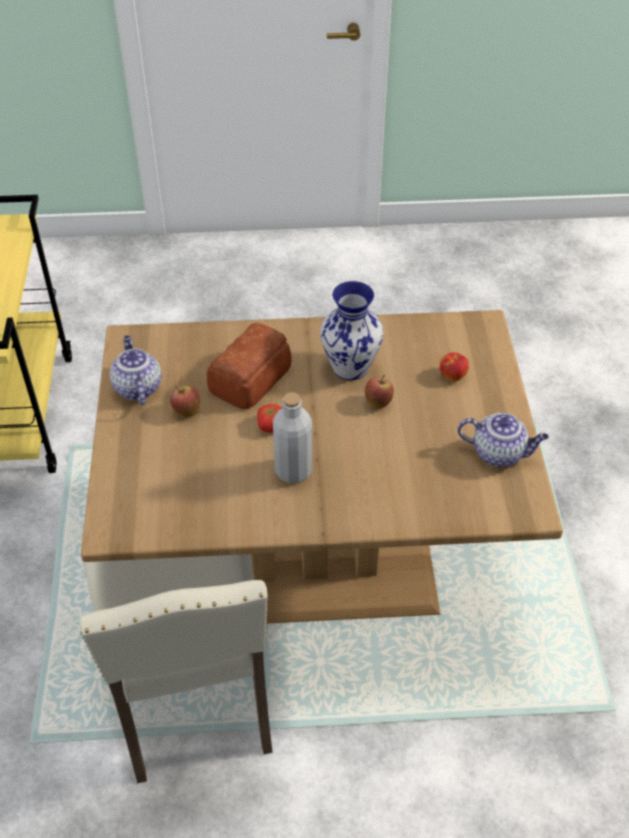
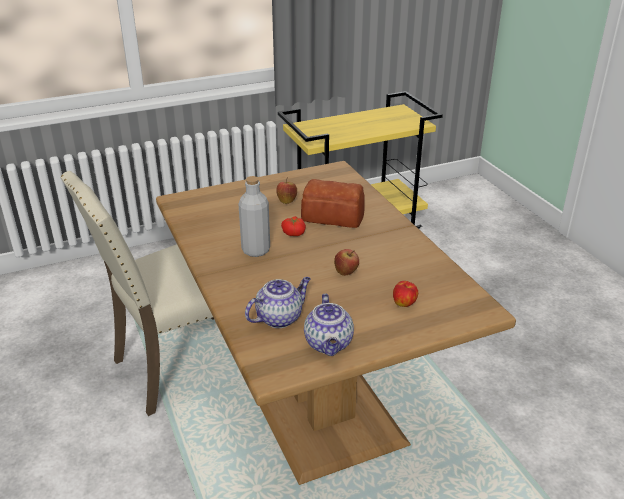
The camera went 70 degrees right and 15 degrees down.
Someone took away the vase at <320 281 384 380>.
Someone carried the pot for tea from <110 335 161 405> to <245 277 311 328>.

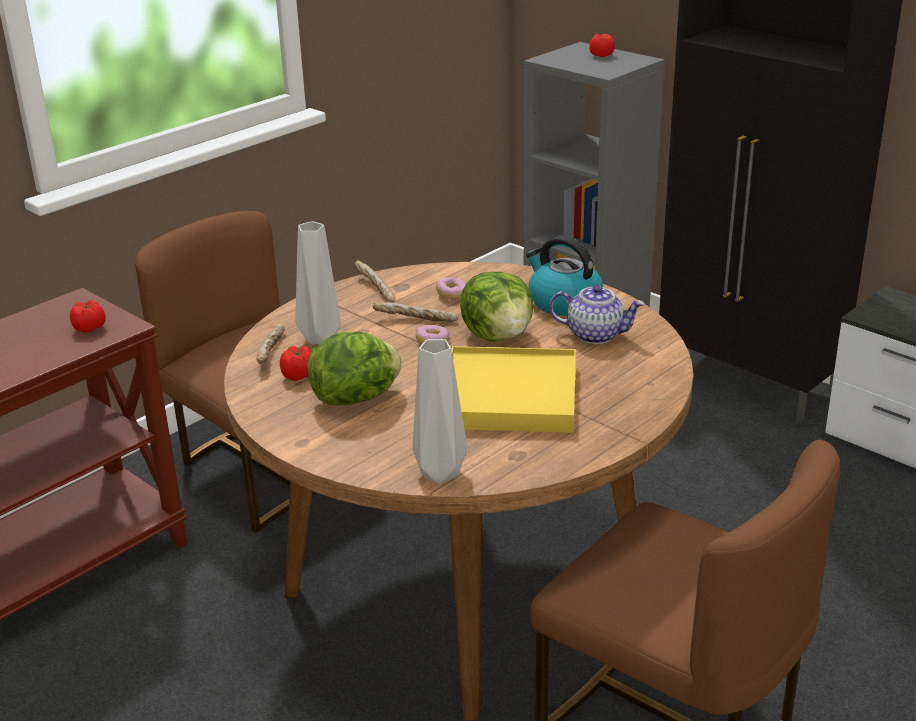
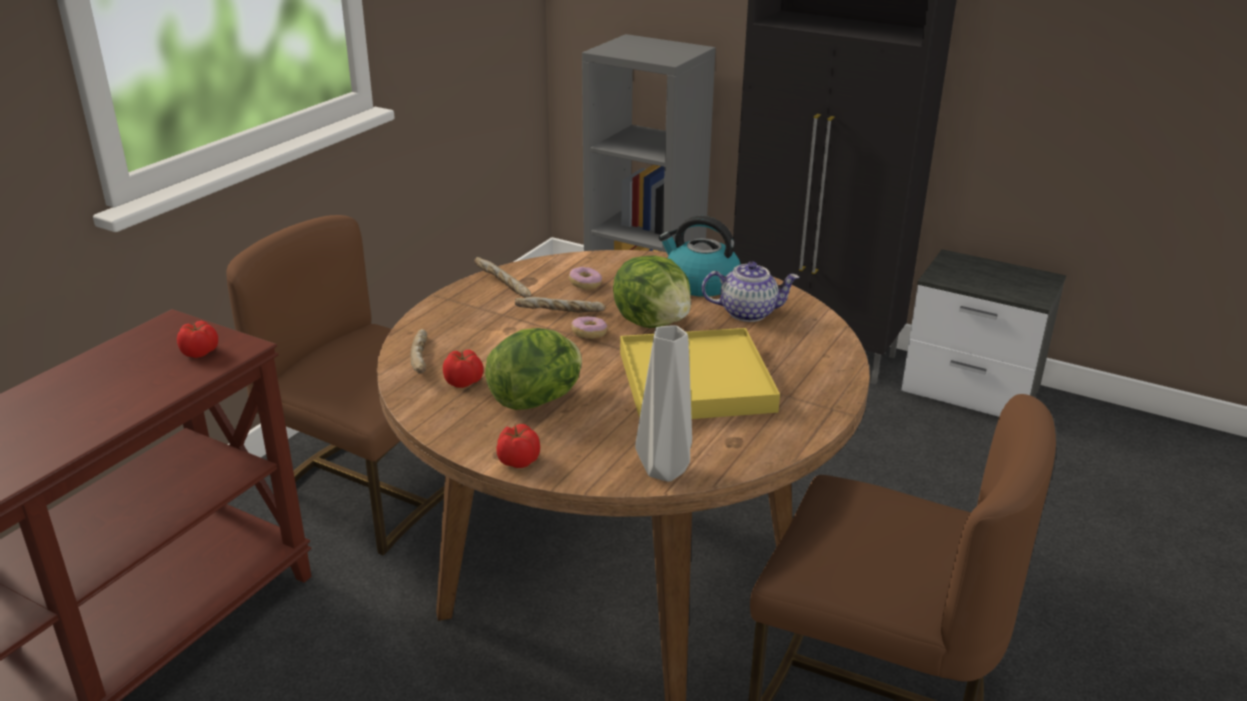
The camera went 15 degrees left and 0 degrees up.
Someone took away the gray vase at <295 221 341 344>.
Someone carried the fresh tomato from <589 34 615 57> to <497 424 540 468>.

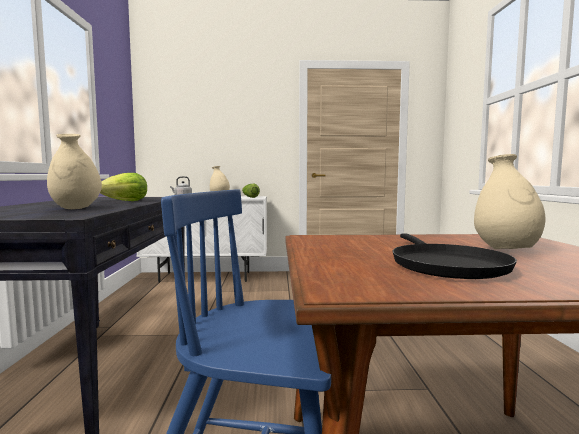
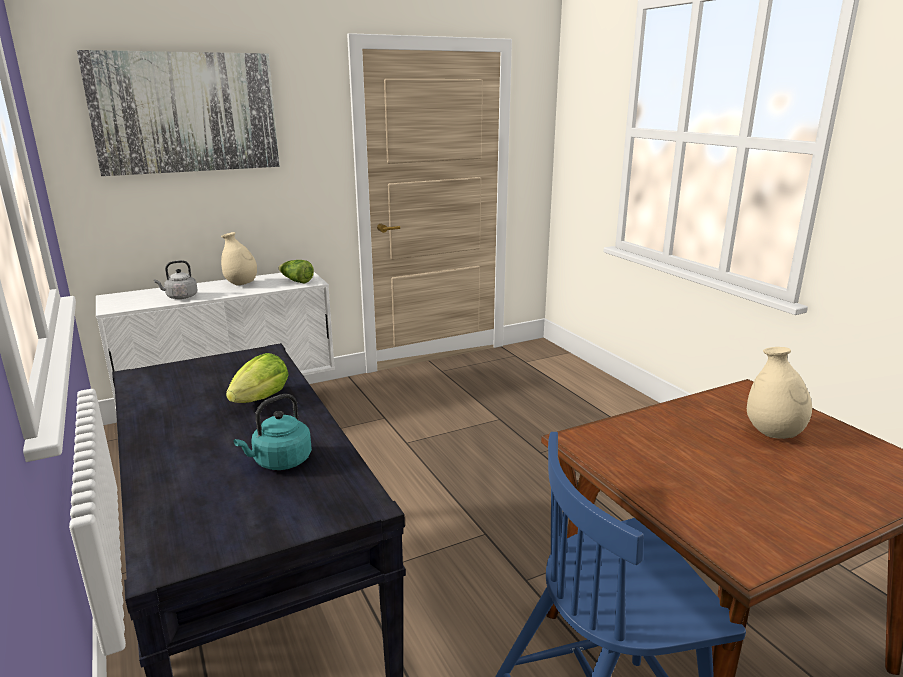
The camera went 25 degrees left and 15 degrees up.
Someone took away the black pan at <393 233 517 279>.
Someone put up the picture at <77 50 280 176>.
Someone swapped the sand-coloured vase at <47 134 102 209> for the turquoise kettle at <234 394 312 470>.

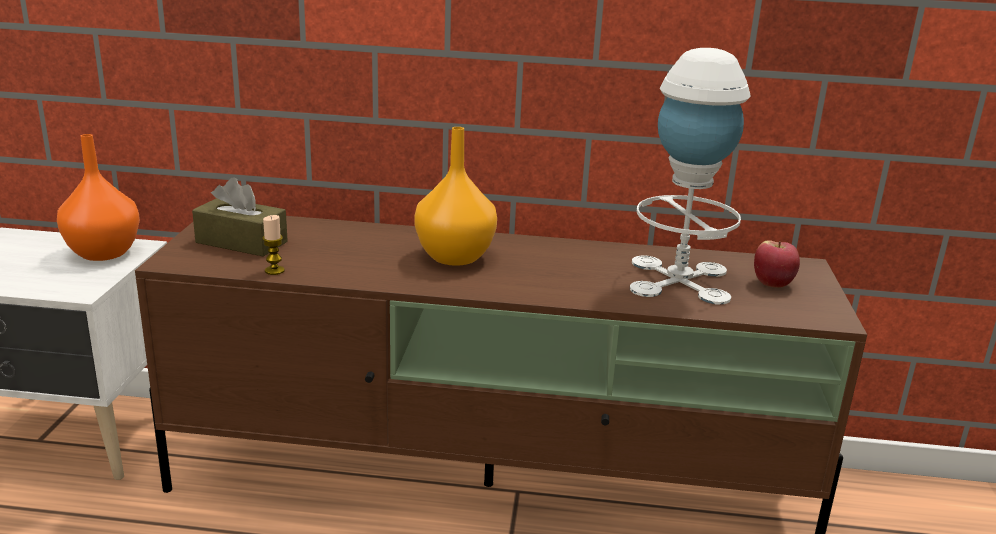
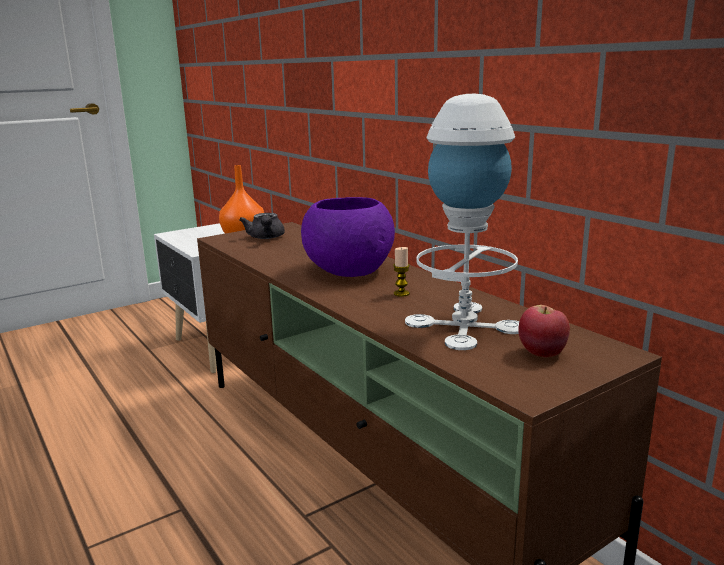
The camera went 50 degrees right and 5 degrees down.
Someone carried the candle from <262 215 285 275> to <393 247 410 297>.
Someone swapped the brownish tissue holder at <192 177 288 257> for the gray pot for tea at <239 213 285 239>.
Someone swapped the orange-coloured vase at <414 127 497 266> for the purple-coloured bowl at <301 197 395 277>.

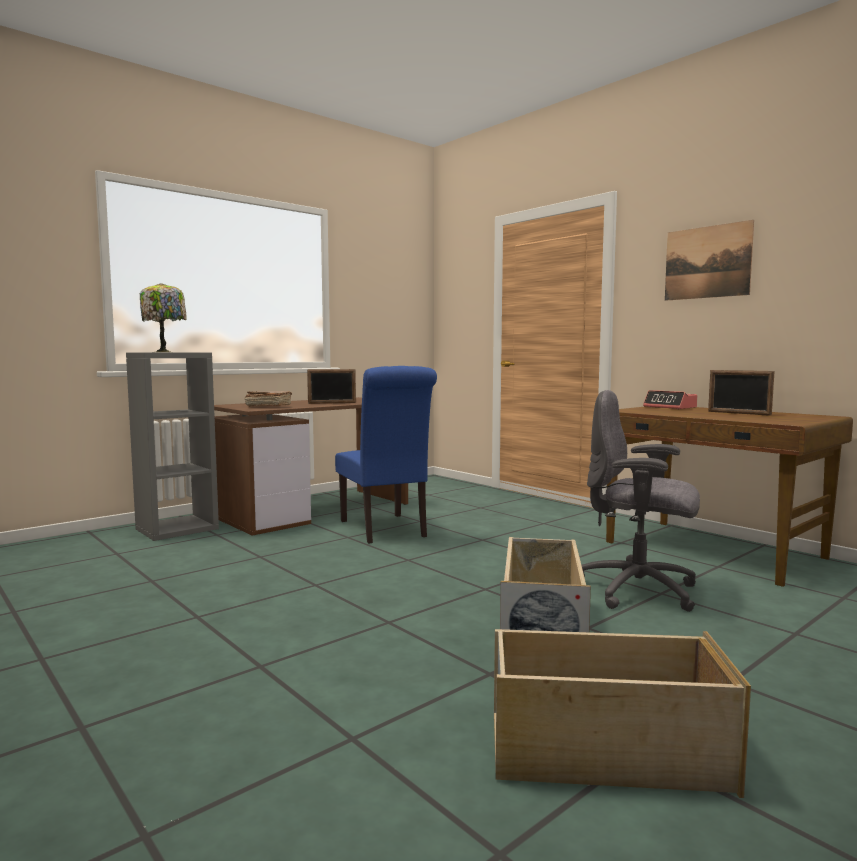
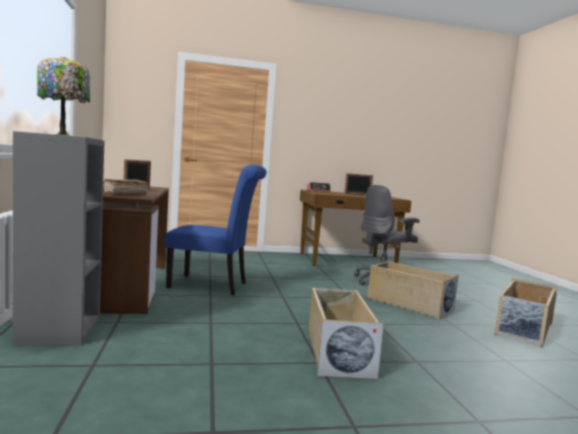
The camera went 60 degrees left and 0 degrees up.
Someone took away the picture at <665 220 754 301>.
Someone put down the sand-coloured storage box at <309 287 384 379>.

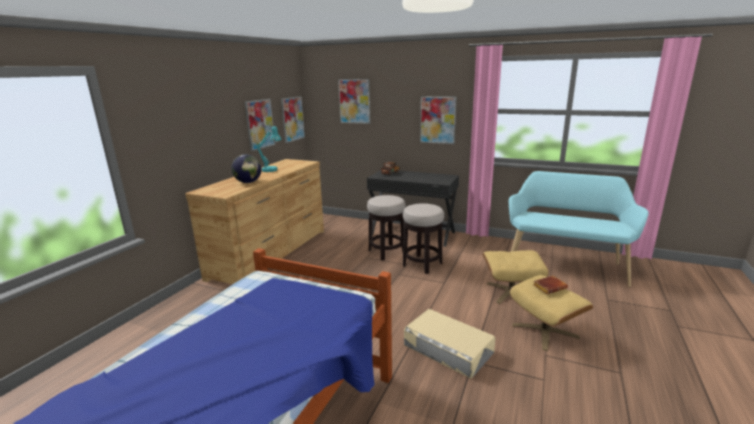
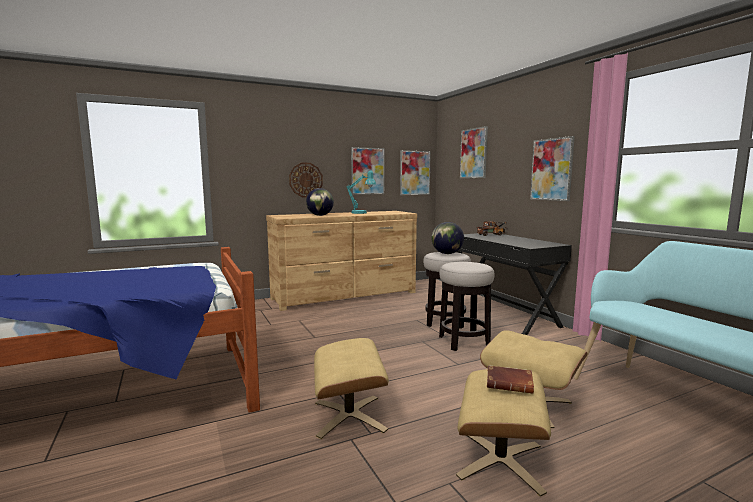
The camera went 40 degrees right and 10 degrees down.
Someone put up the clock on the wall at <289 163 323 198>.
Someone put down the globe at <431 222 464 254>.
Someone swapped the sand-coloured storage box at <404 309 495 379> for the sand-coloured ottoman at <314 338 389 439>.

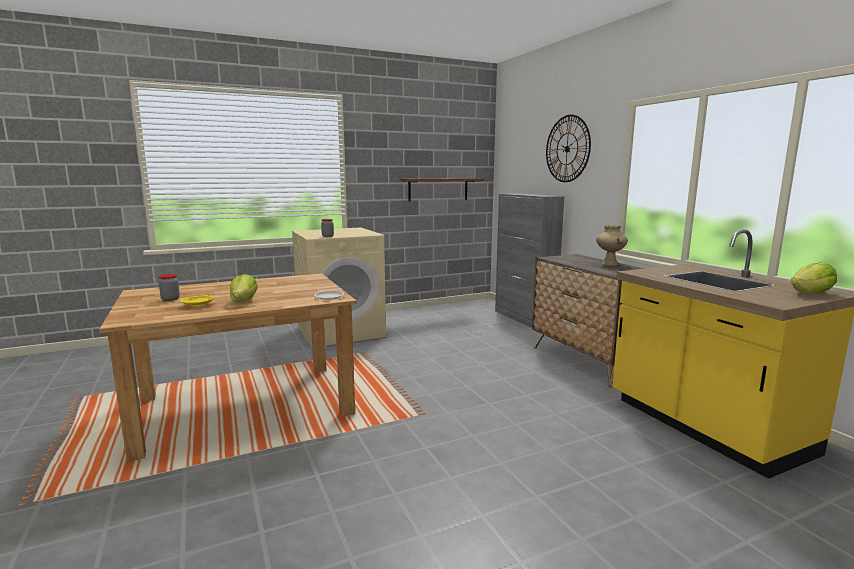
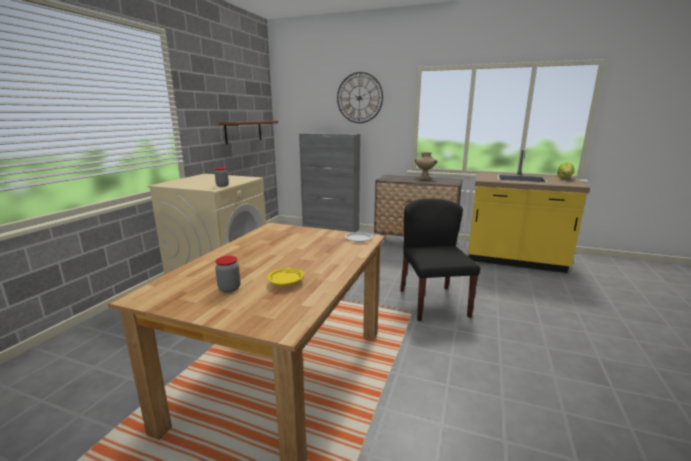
The camera went 45 degrees left and 5 degrees up.
Someone took away the lettuce head at <230 274 258 303>.
Someone put down the black upright chair at <400 199 480 321>.

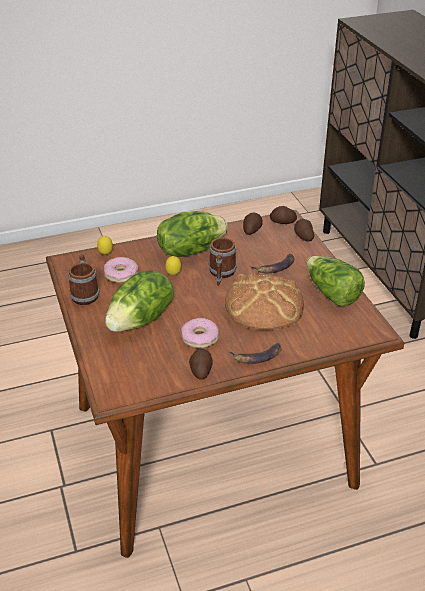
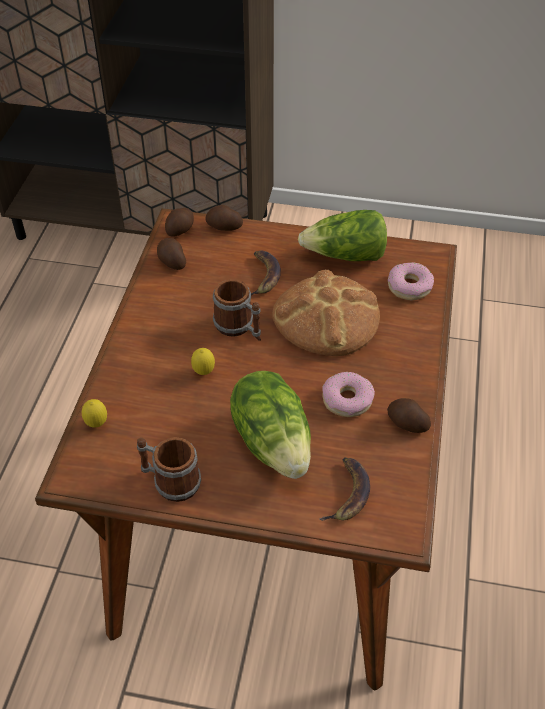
The camera went 60 degrees left and 10 degrees up.
Someone took away the lettuce head at <157 211 228 257>.
Someone carried the ring doughnut from <104 257 138 283> to <388 262 434 300>.
Someone carried the banana from <229 343 282 364> to <319 457 370 521>.

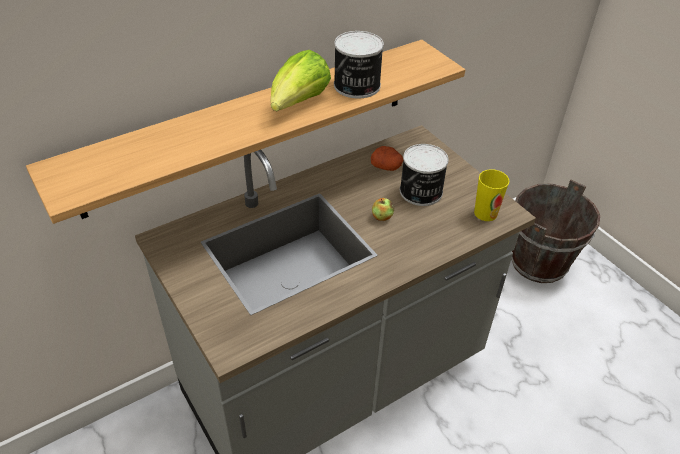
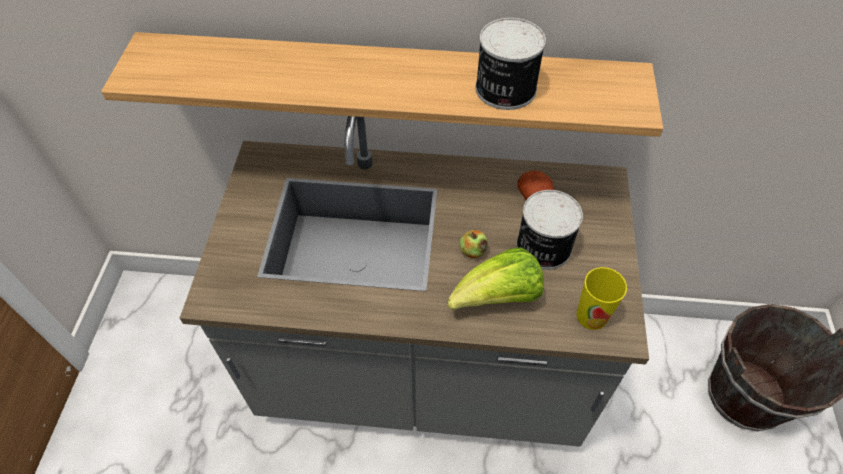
The camera went 40 degrees right and 10 degrees up.
Someone carried the lettuce head from <271 50 331 111> to <448 247 544 310>.

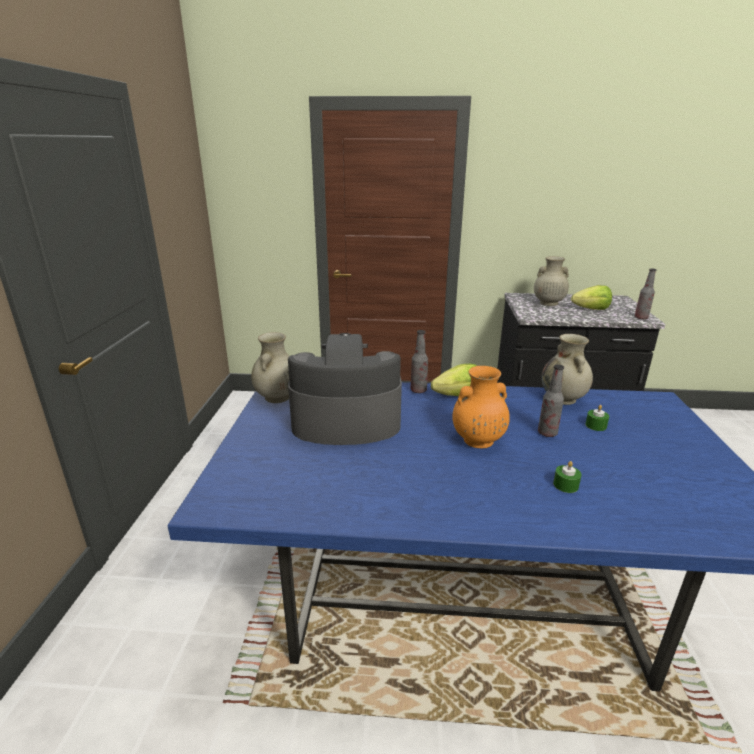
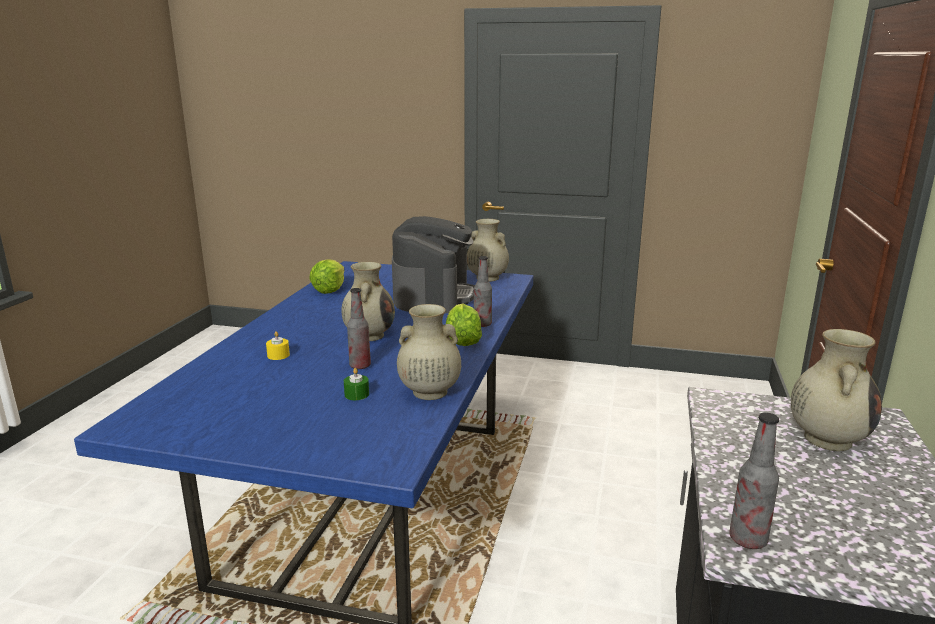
The camera went 100 degrees right and 5 degrees down.
Someone carried the lettuce head from <571 285 612 310> to <309 260 344 294>.
Someone repainted the orange-coloured vase at <453 366 510 448>, which became the sand-coloured vase at <341 262 395 341>.
Someone repainted the green candle at <553 461 581 493>, which became the yellow-coloured candle at <266 331 290 360>.

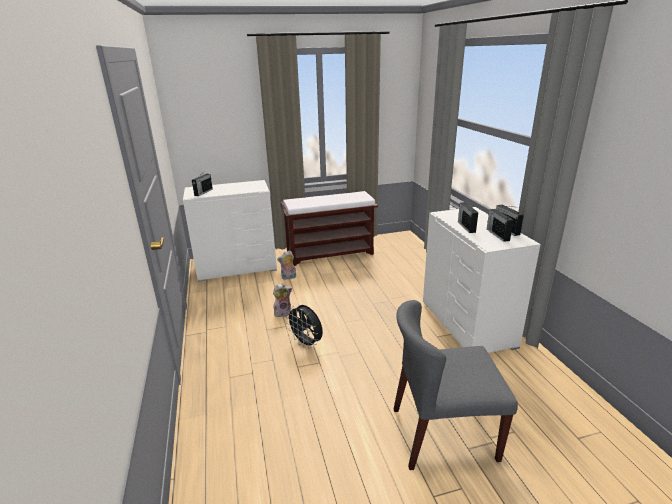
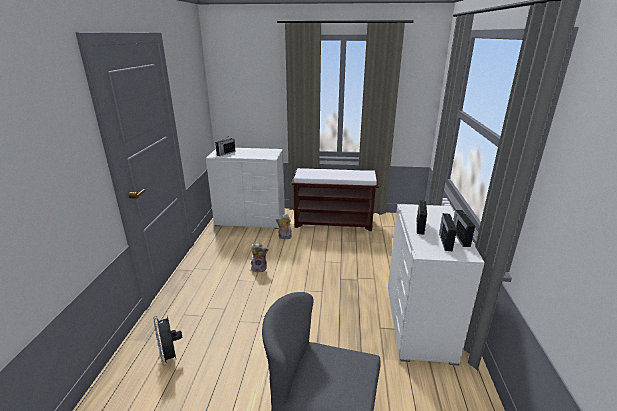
The camera went 20 degrees right and 0 degrees up.
Someone carried the black fan from <286 305 323 349> to <154 316 183 366>.

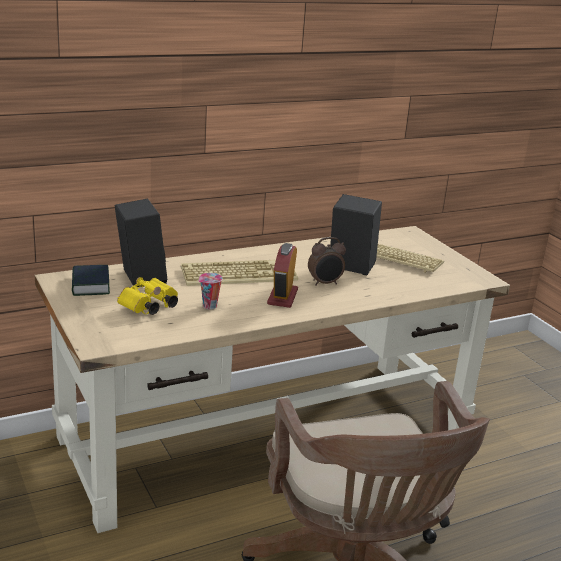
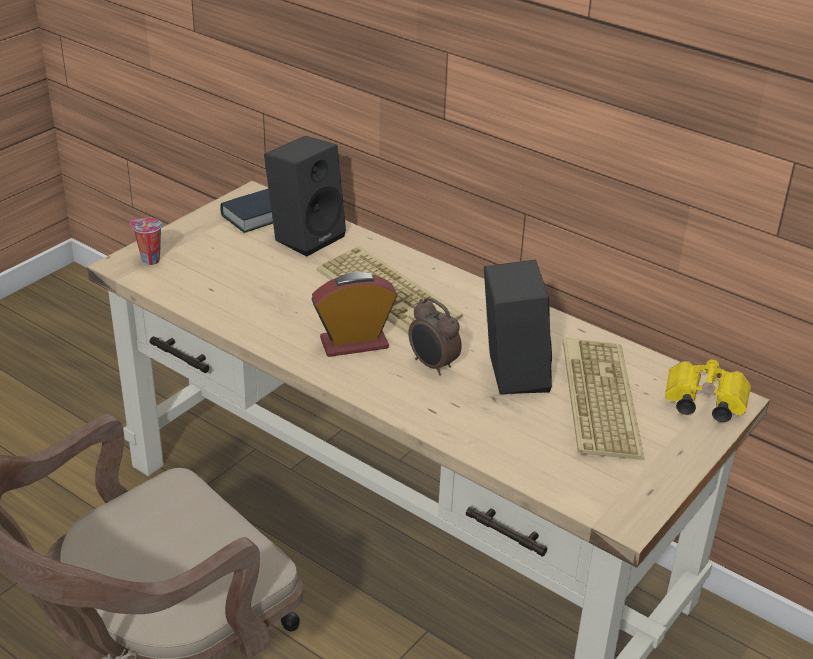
The camera went 65 degrees right and 10 degrees up.
Someone carried the yellow-coloured field glasses from <117 277 178 315> to <665 359 751 422>.
Someone carried the drinking cup from <199 273 223 310> to <130 218 162 265>.

